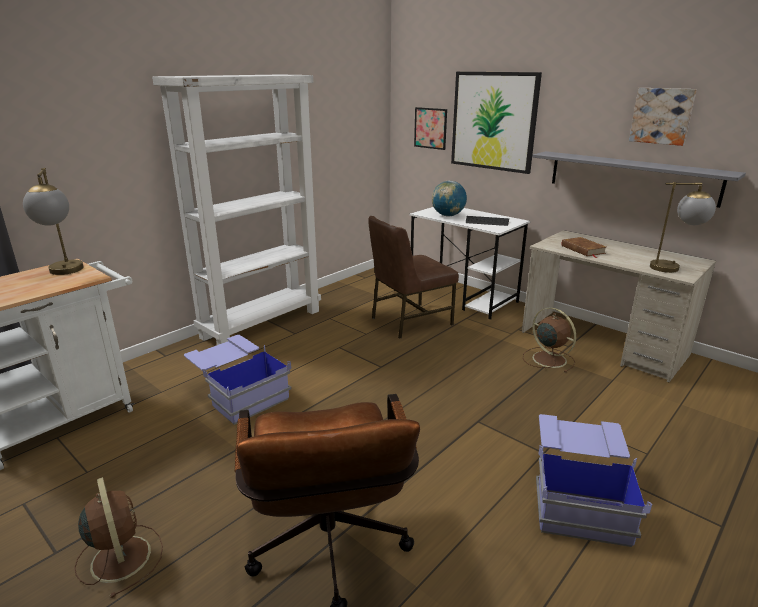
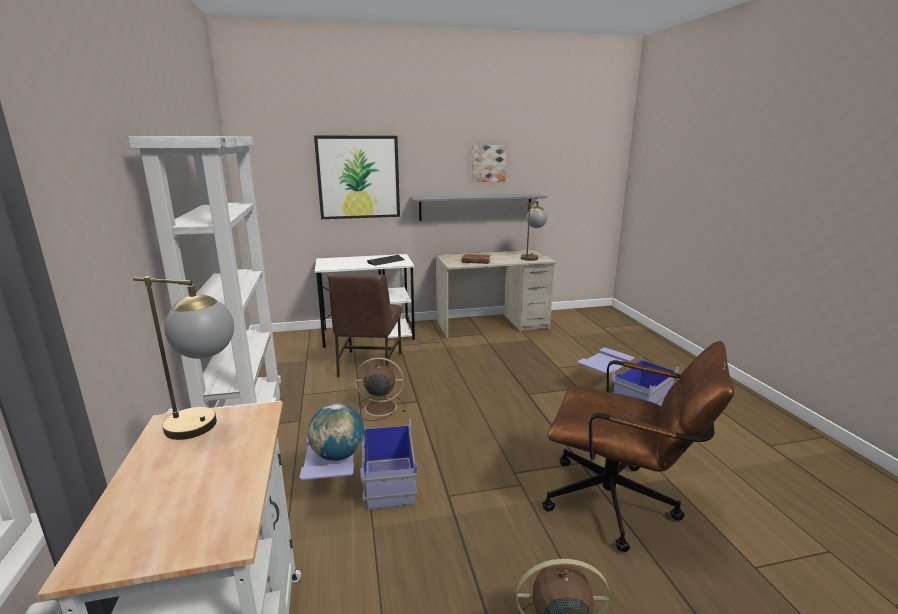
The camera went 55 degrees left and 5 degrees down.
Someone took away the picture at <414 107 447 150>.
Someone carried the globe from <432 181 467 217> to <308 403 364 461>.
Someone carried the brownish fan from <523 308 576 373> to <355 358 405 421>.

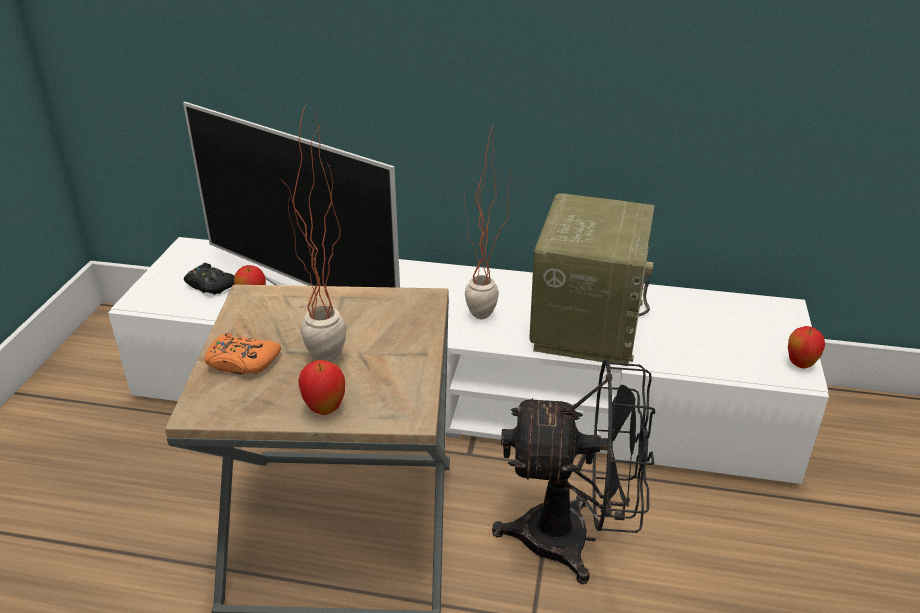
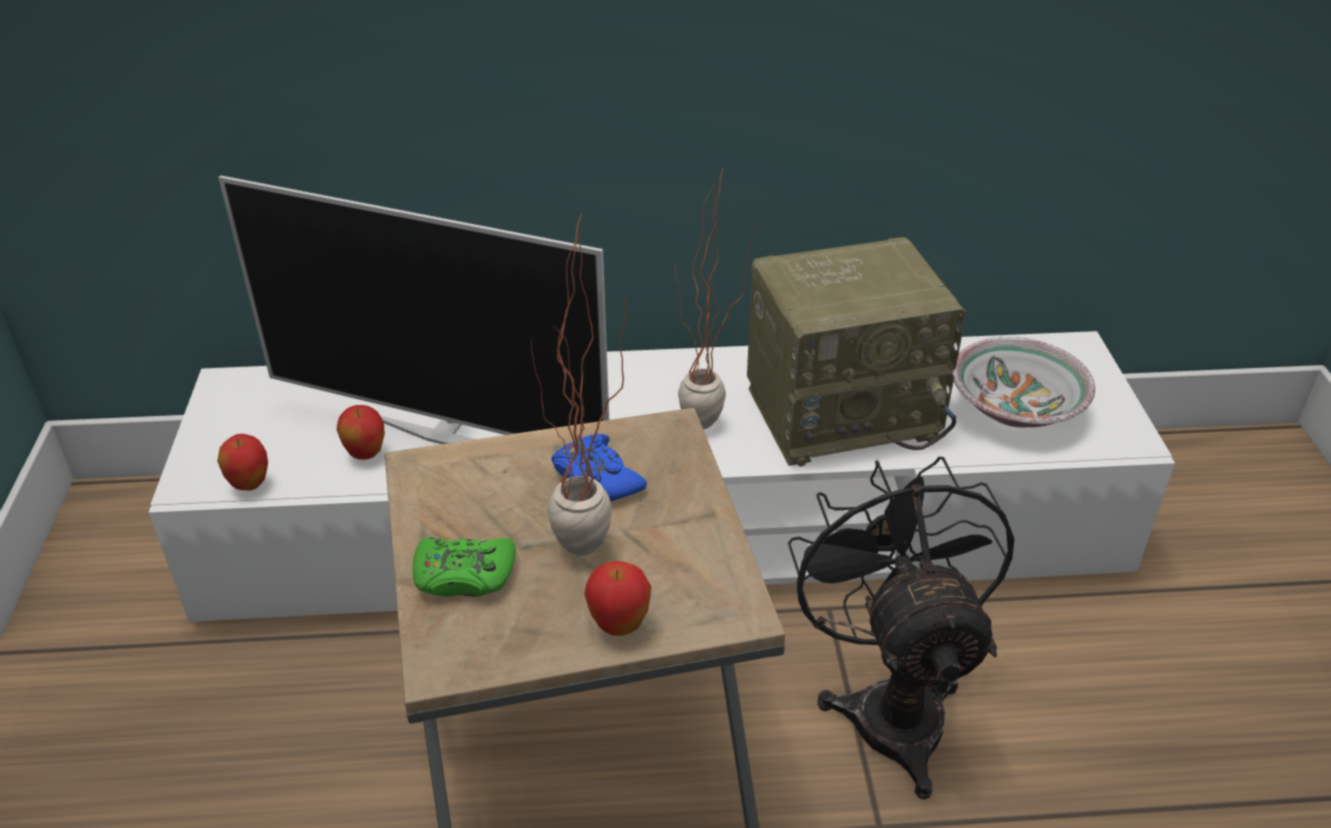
The camera went 15 degrees left and 5 degrees up.
Someone took away the black gamepad at <184 263 235 295>.
Someone put down the bluish gamepad at <551 434 647 501>.
Someone put down the bowl at <951 337 1095 427>.
Someone carried the whole apple from <788 326 825 369> to <217 434 268 490>.
Someone repainted the orange-coloured gamepad at <204 333 281 375>, which became the green gamepad at <412 537 516 597>.
Someone rotated the black fan at <492 359 655 585> by 90 degrees counterclockwise.
Someone rotated the radio set at <529 194 655 366> by 75 degrees clockwise.

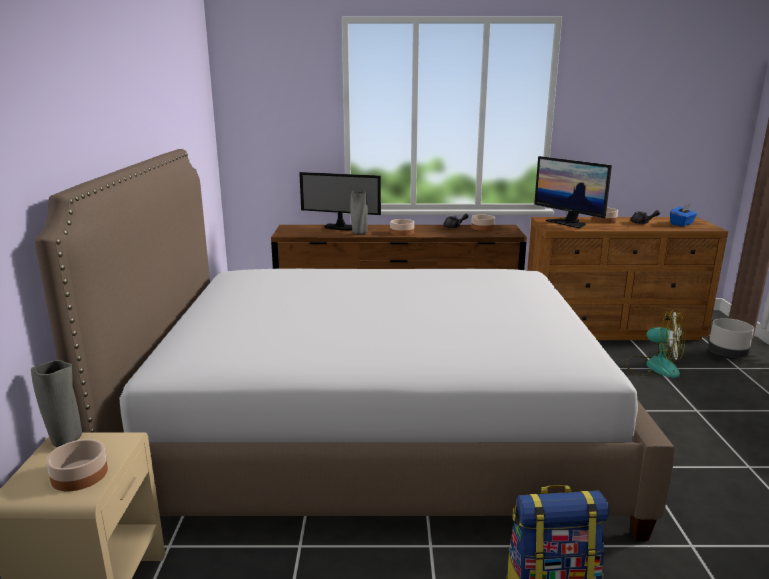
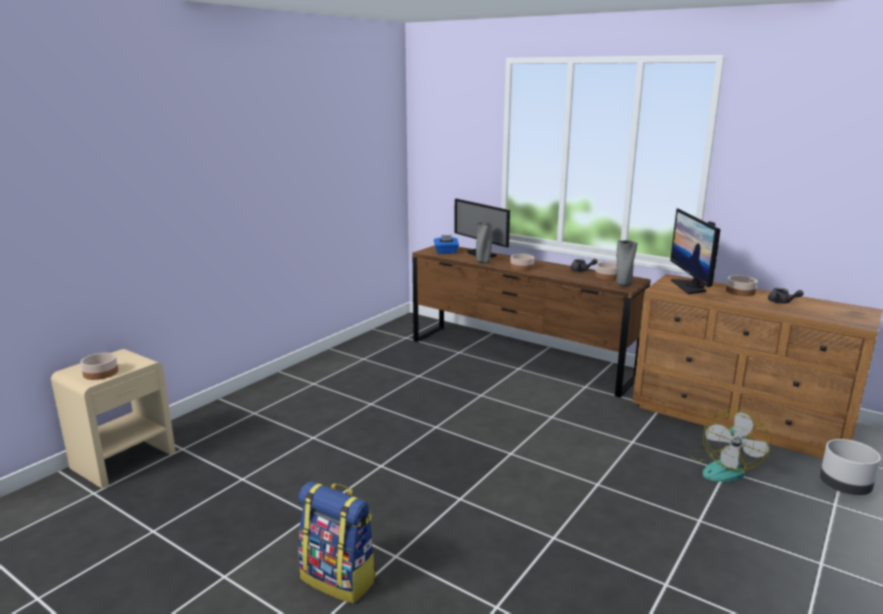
The camera went 35 degrees right and 0 degrees up.
Someone took away the sleeping bed at <35 149 674 541>.
Someone carried the gray vase from <31 360 82 447> to <616 240 638 286>.
Someone carried the bluish tissue holder from <670 204 697 227> to <434 235 459 254>.
Someone rotated the fan at <626 310 686 378> by 45 degrees clockwise.

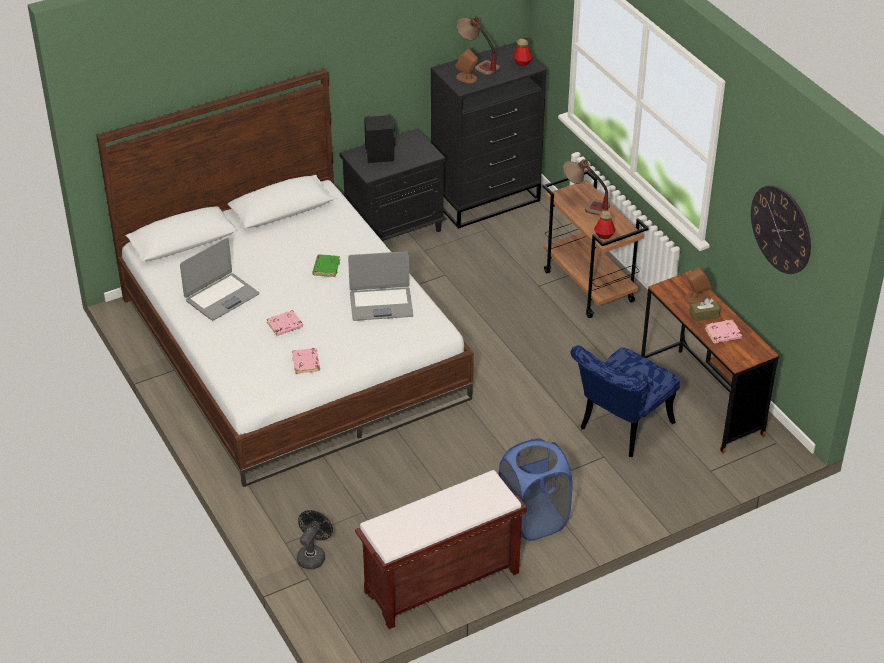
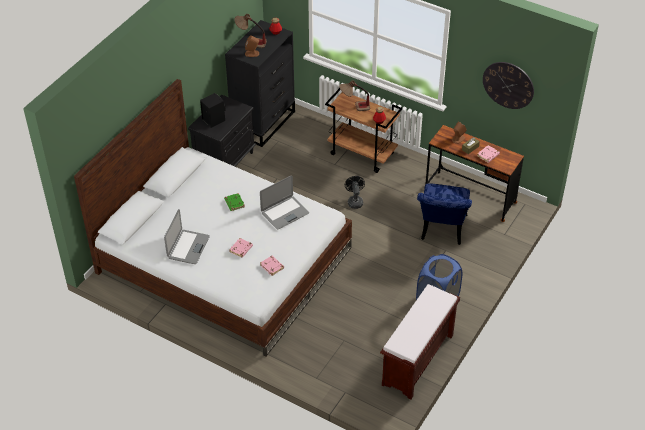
The camera went 30 degrees left and 5 degrees up.
Someone carried the black fan from <297 510 333 569> to <345 176 365 209>.

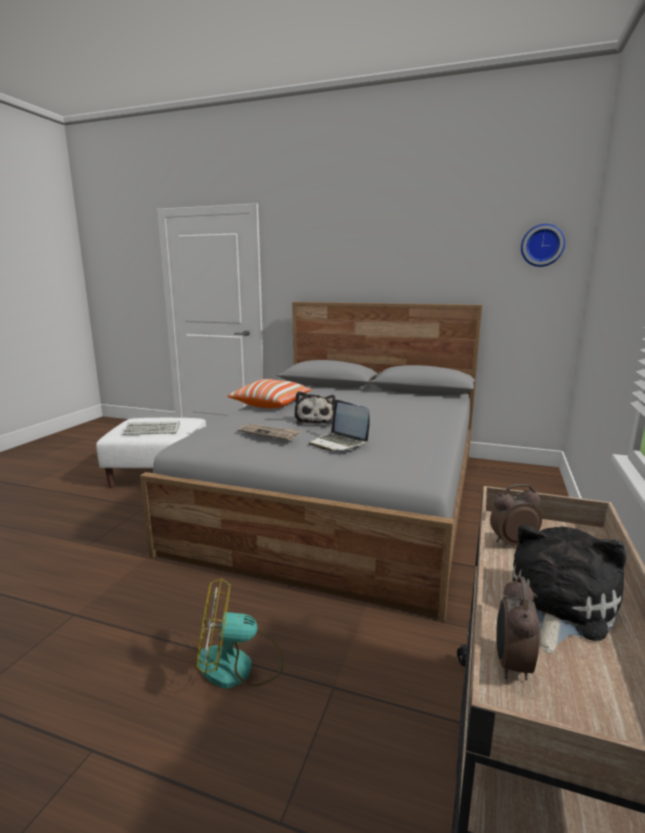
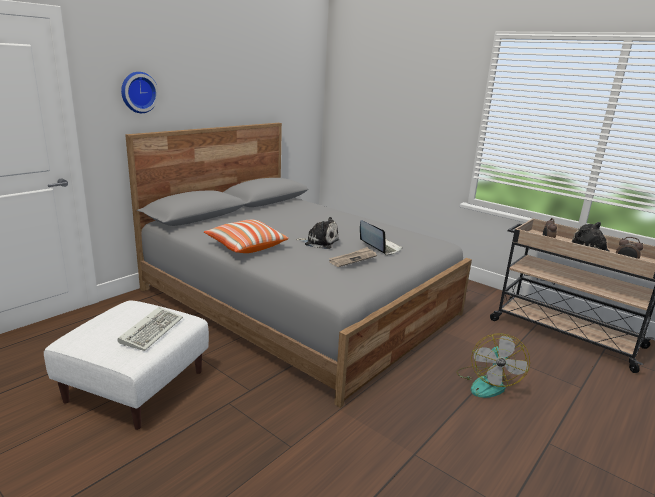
The camera went 70 degrees left and 5 degrees up.
Someone carried the clock on the wall from <521 224 565 267> to <121 72 159 113>.
Someone rotated the portable computer at <309 400 370 451> by 105 degrees counterclockwise.

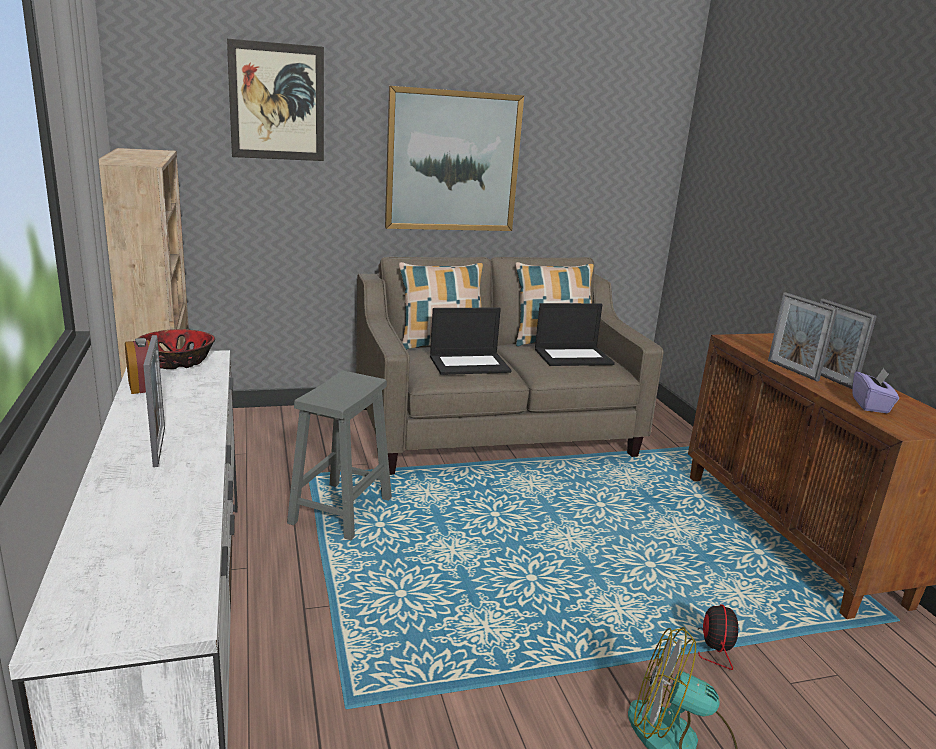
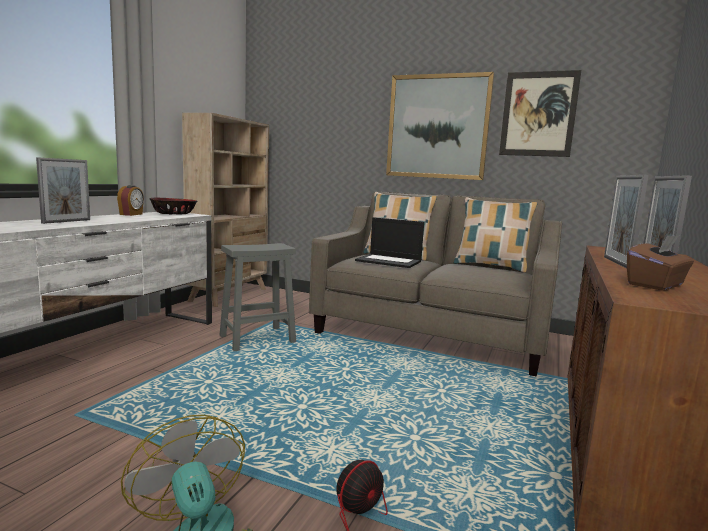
The camera went 40 degrees right and 10 degrees down.
Someone took away the portable computer at <535 303 615 366>.
Someone carried the picture from <227 39 324 161> to <499 70 581 157>.
Someone repainted the purple-coloured tissue holder at <852 368 899 413>, which became the brownish tissue holder at <627 235 694 291>.

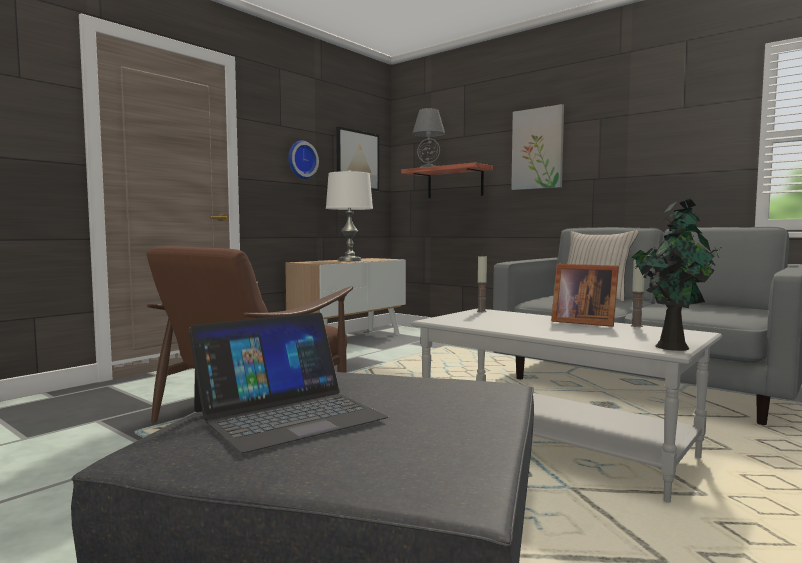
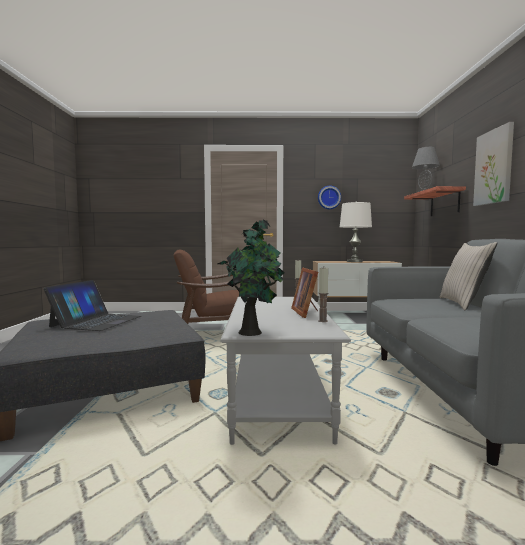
The camera went 50 degrees right and 0 degrees up.
Someone took away the picture at <336 127 379 191>.
Someone rotated the portable computer at <189 313 388 453> by 90 degrees counterclockwise.

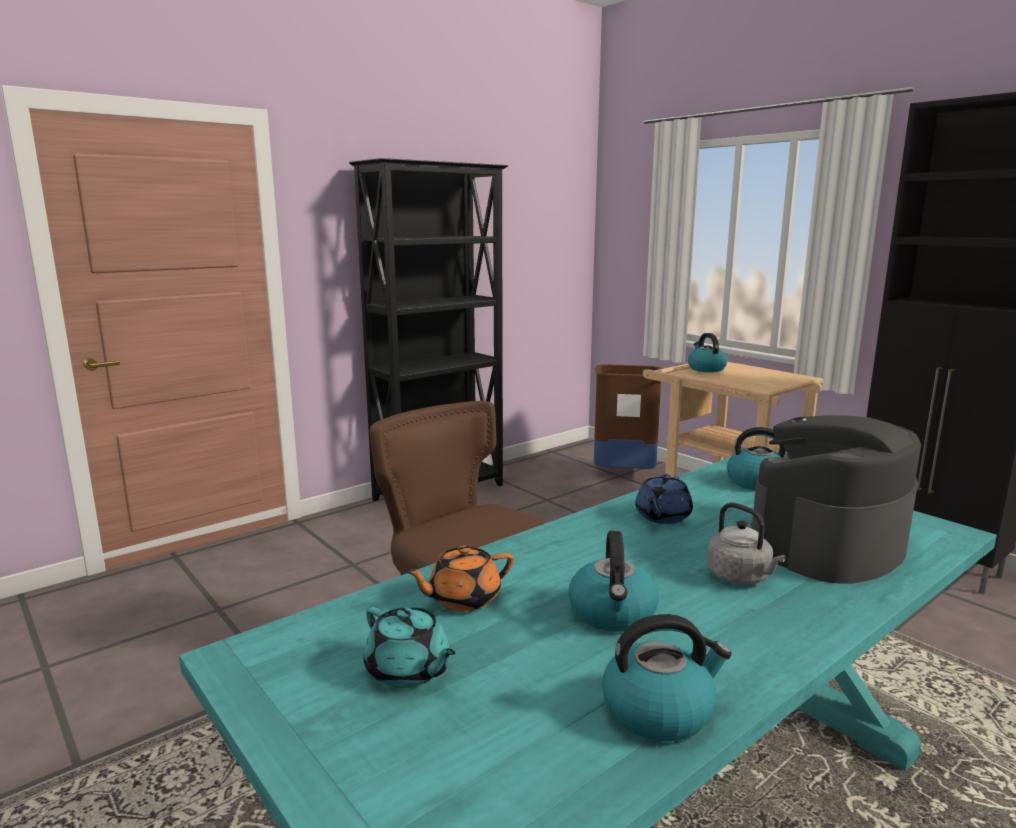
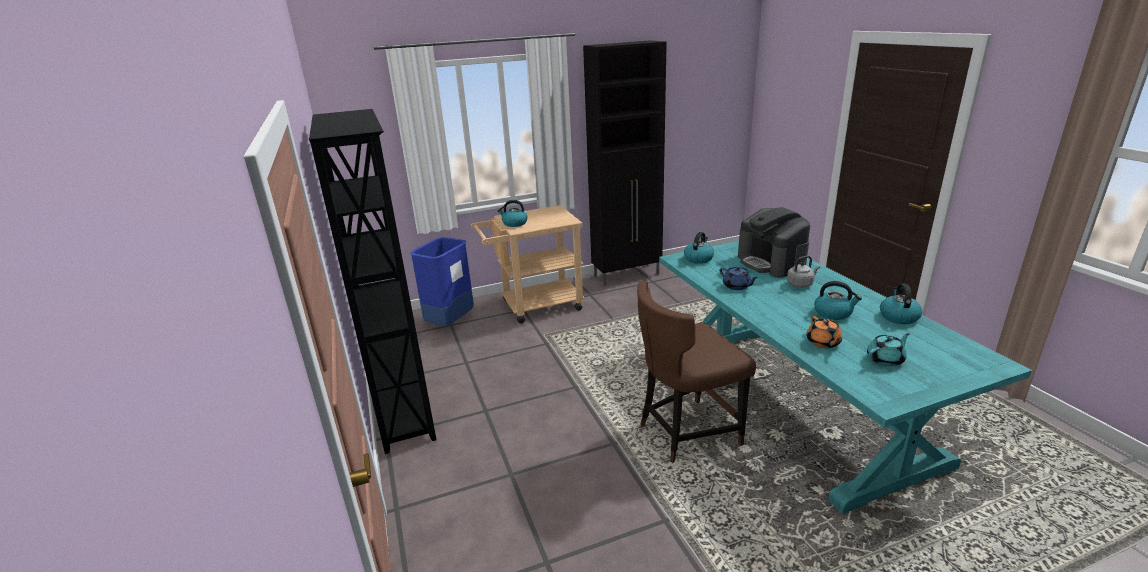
The camera went 70 degrees left and 10 degrees up.
Someone repainted the brownish waste bin at <594 365 662 469>, which became the bluish waste bin at <410 237 474 326>.

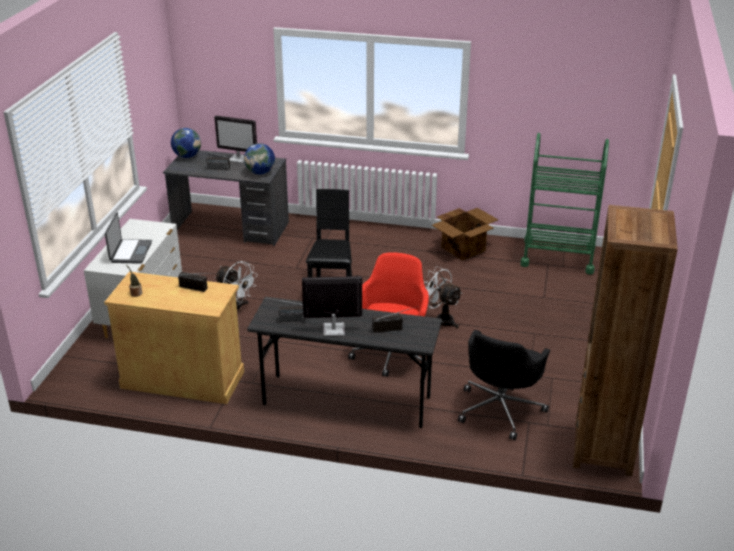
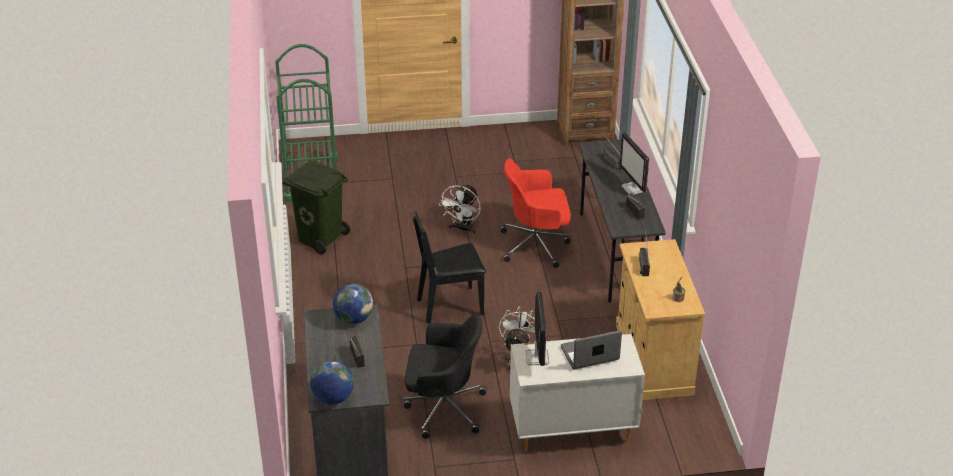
The camera went 110 degrees left and 5 degrees up.
Someone carried the monitor from <214 116 257 163> to <526 291 549 366>.
Someone carried the black computer chair from <458 330 550 440> to <403 314 487 439>.
Someone swapped the cardboard box at <432 208 498 260> for the green waste bin at <282 161 350 254>.

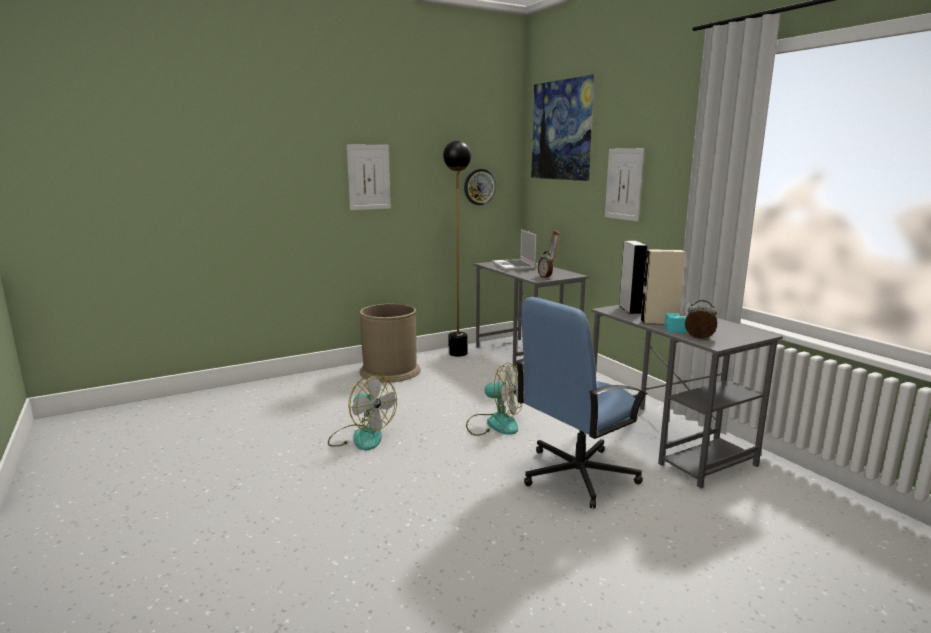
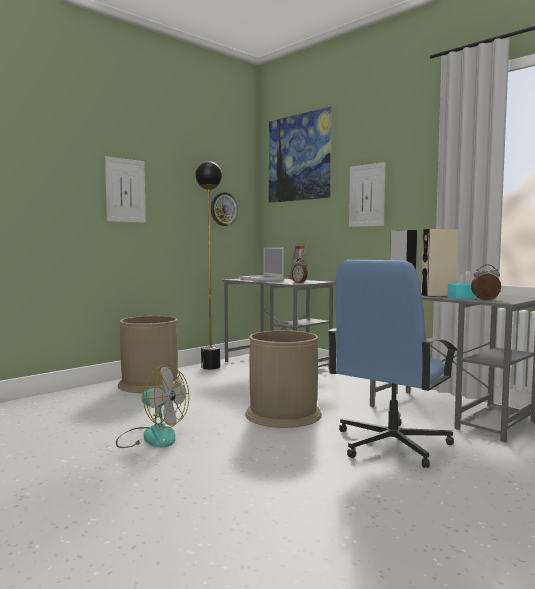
The camera went 15 degrees left and 10 degrees down.
Someone swapped the fan at <466 363 524 436> for the brownish waste bin at <245 330 322 428>.

